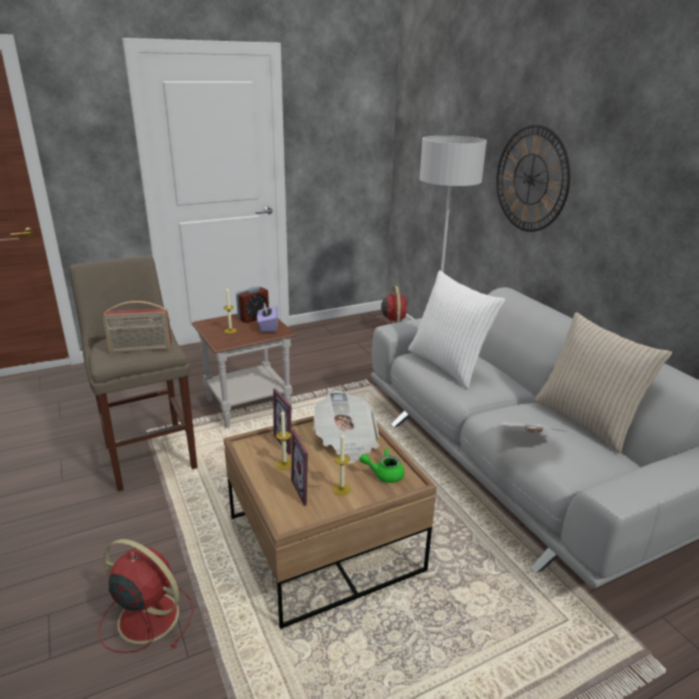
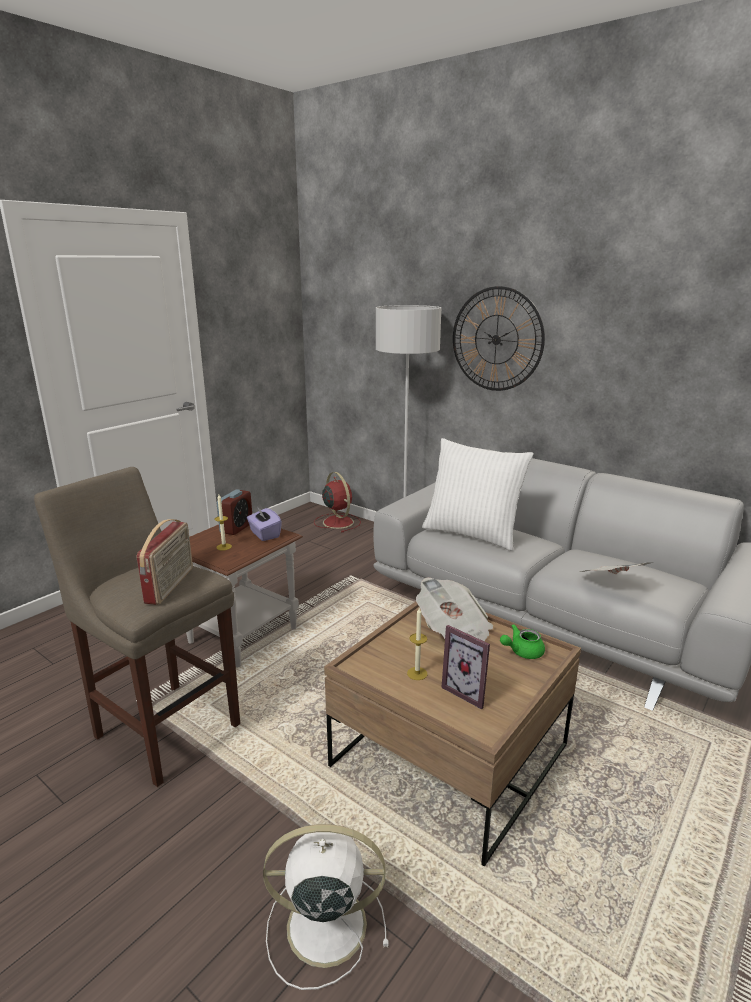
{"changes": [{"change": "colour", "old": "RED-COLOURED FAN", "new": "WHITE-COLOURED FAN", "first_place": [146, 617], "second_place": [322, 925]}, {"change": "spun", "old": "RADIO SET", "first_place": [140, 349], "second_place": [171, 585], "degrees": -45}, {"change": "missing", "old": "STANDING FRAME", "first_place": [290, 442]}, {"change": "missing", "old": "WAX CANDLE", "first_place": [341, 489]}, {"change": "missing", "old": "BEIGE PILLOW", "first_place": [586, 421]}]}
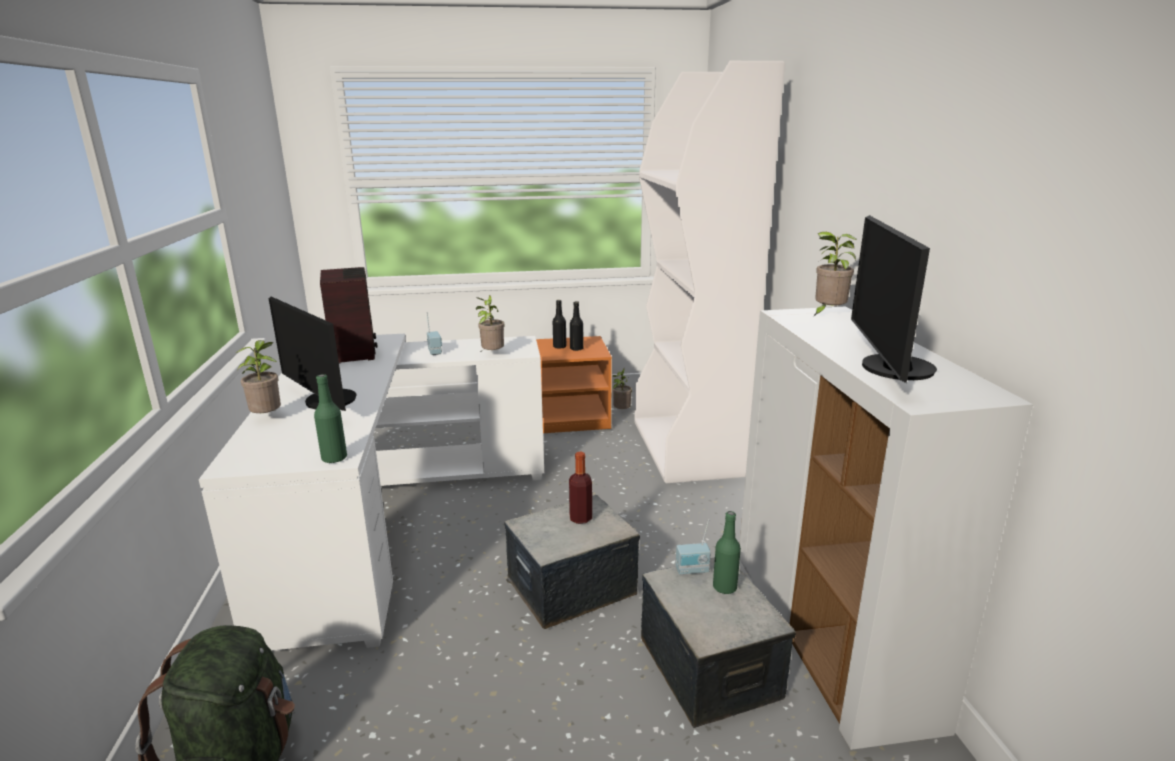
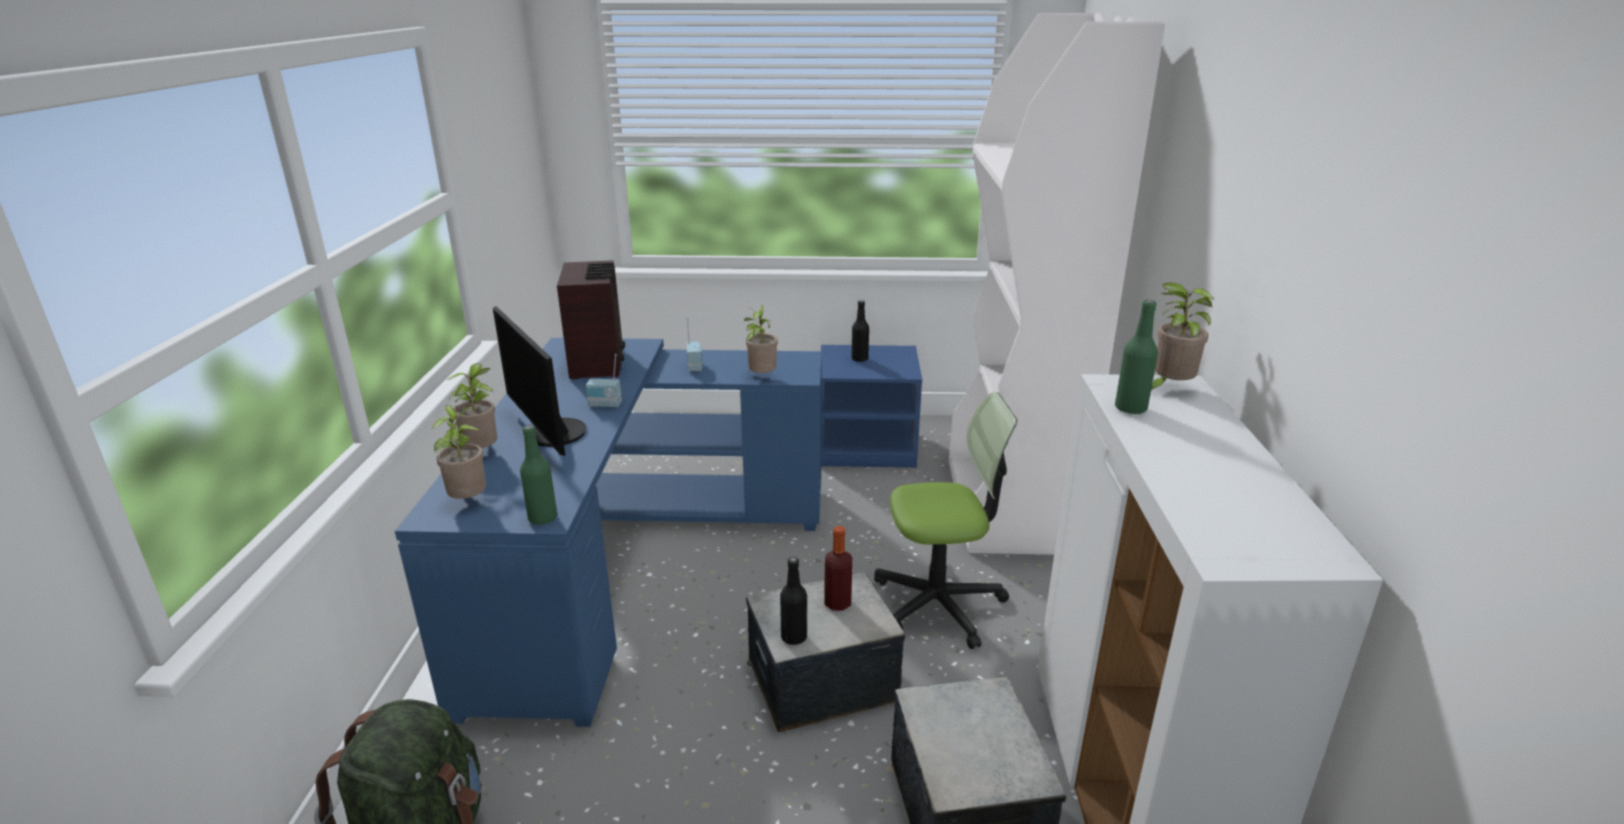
{"changes": [{"change": "colour", "old": "WHITE-COLOURED DESK TABLE", "new": "BLUE DESK TABLE", "first_place": [389, 516], "second_place": [629, 561]}, {"change": "colour", "old": "ORANGEY NIGHT TABLE", "new": "BLUE NIGHT TABLE", "first_place": [569, 418], "second_place": [867, 447]}, {"change": "relocated", "old": "BLACK BOTTLE", "first_place": [576, 349], "second_place": [794, 637]}, {"change": "relocated", "old": "PLANT IN A POT", "first_place": [621, 412], "second_place": [469, 501]}, {"change": "relocated", "old": "RADIO SET", "first_place": [692, 570], "second_place": [605, 405]}, {"change": "relocated", "old": "GREEN-COLOURED BOTTLE", "first_place": [724, 587], "second_place": [1130, 408]}, {"change": "missing", "old": "COMPUTER SCREEN", "first_place": [889, 368]}, {"change": "appeared", "new": "DESK CHAIR", "second_place": [939, 603]}]}
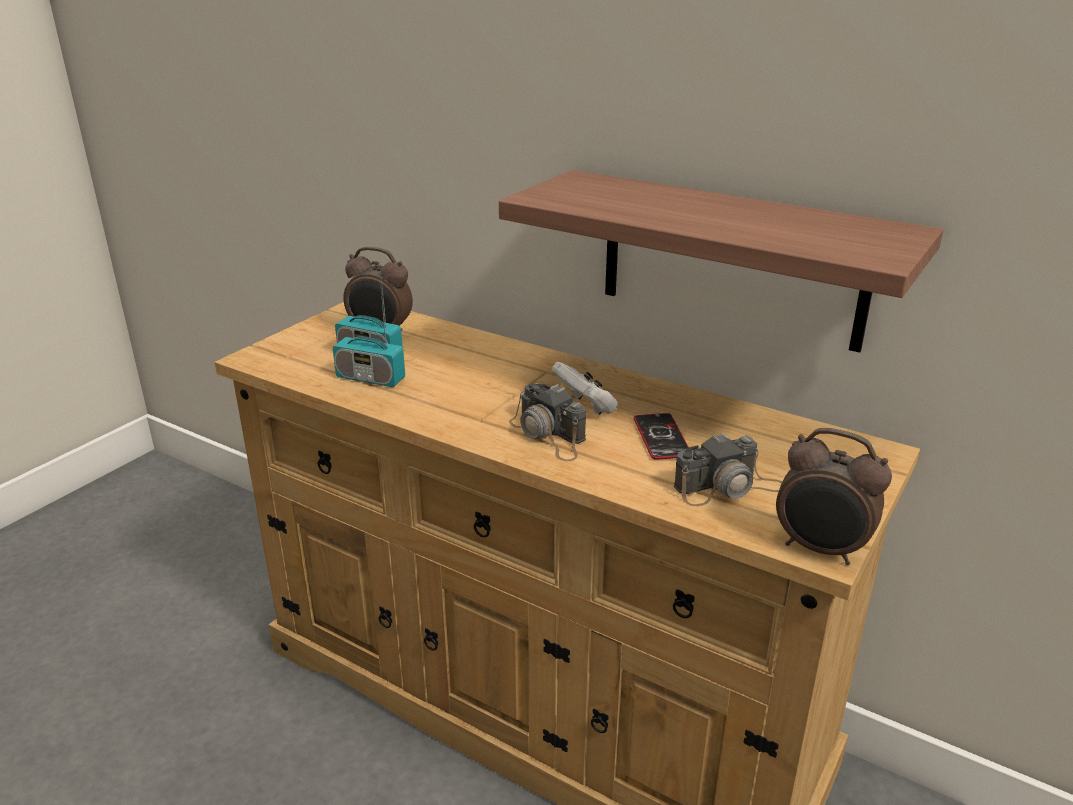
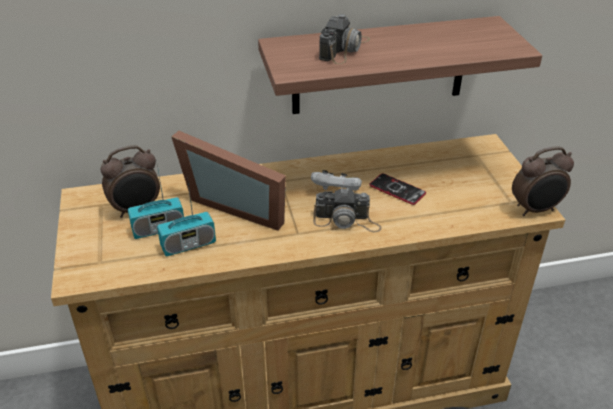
{"changes": [{"change": "relocated", "old": "PHOTO CAMERA", "first_place": [729, 487], "second_place": [344, 48]}, {"change": "appeared", "new": "STANDING FRAME", "second_place": [237, 204]}]}
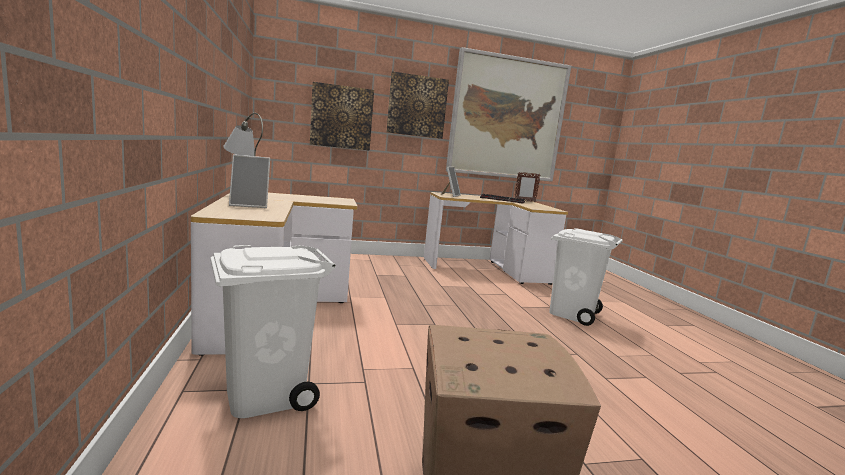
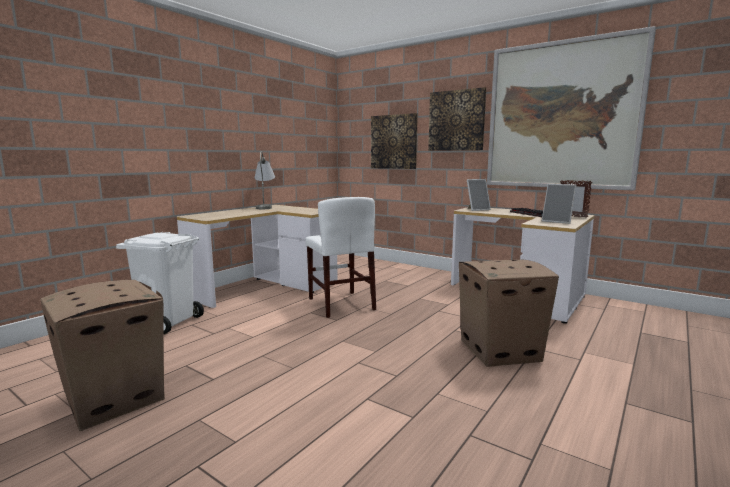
{"changes": [{"change": "relocated", "old": "STANDING FRAME", "first_place": [250, 205], "second_place": [557, 221]}, {"change": "exchanged", "old": "WHITE-COLOURED WASTE BIN", "new": "PACKING BOX", "first_place": [571, 313], "second_place": [501, 350]}, {"change": "appeared", "new": "WHITE-COLOURED CHAIR", "second_place": [341, 304]}]}
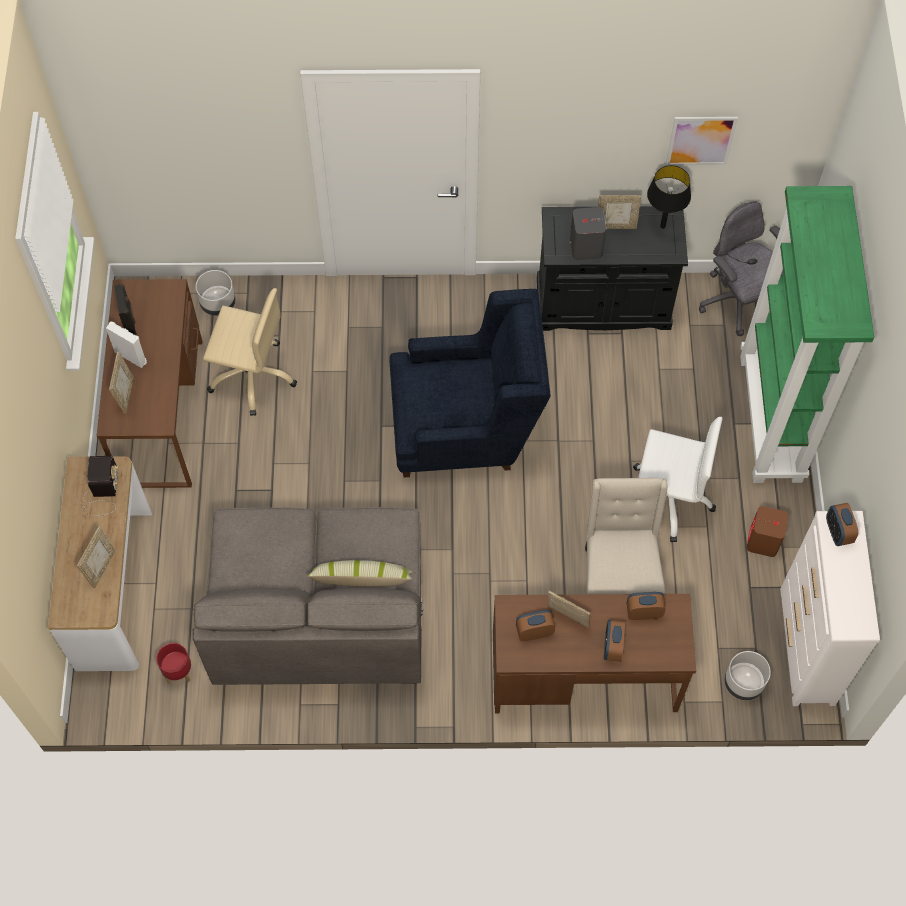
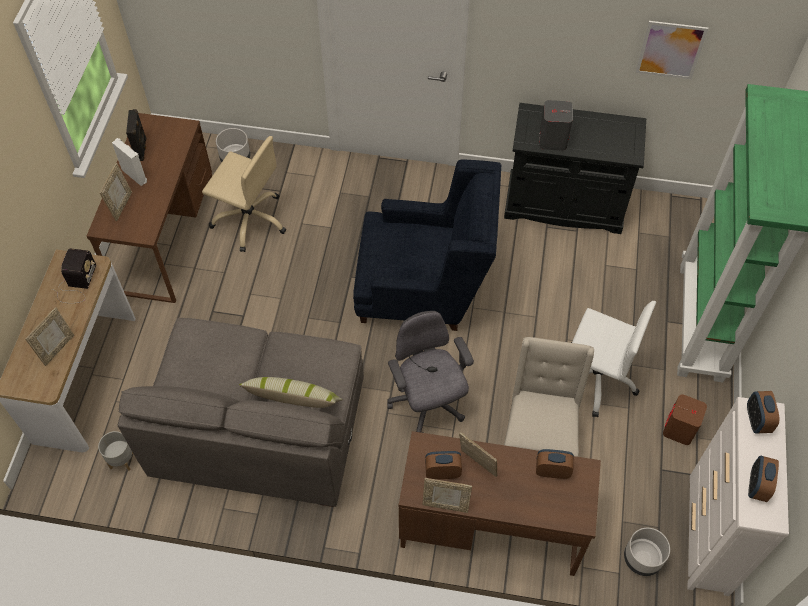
{"changes": [{"change": "colour", "old": "RED-COLOURED PLANTER", "new": "GREY PLANTER", "first_place": [178, 672], "second_place": [121, 460]}, {"change": "relocated", "old": "STANDING FRAME", "first_place": [616, 226], "second_place": [445, 505]}, {"change": "relocated", "old": "ALARM CLOCK", "first_place": [612, 647], "second_place": [757, 486]}, {"change": "missing", "old": "BLACK LAMP FOR A TABLE", "first_place": [662, 226]}, {"change": "relocated", "old": "GREY DESK CHAIR", "first_place": [737, 302], "second_place": [427, 404]}]}
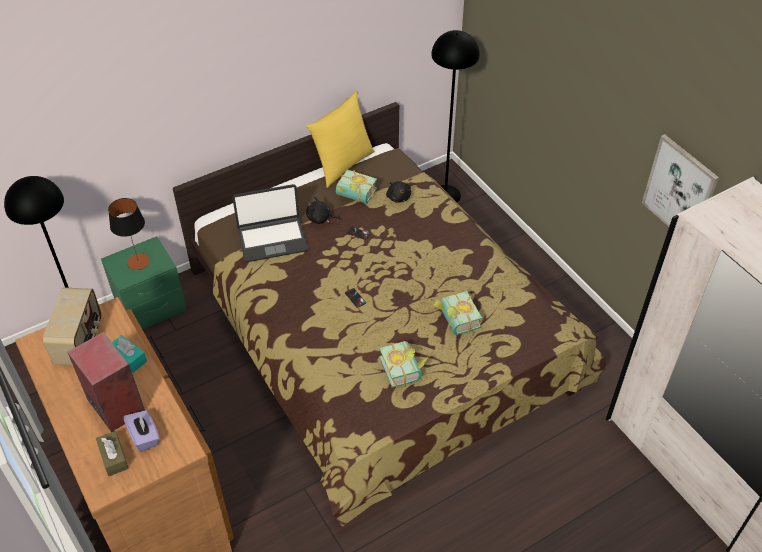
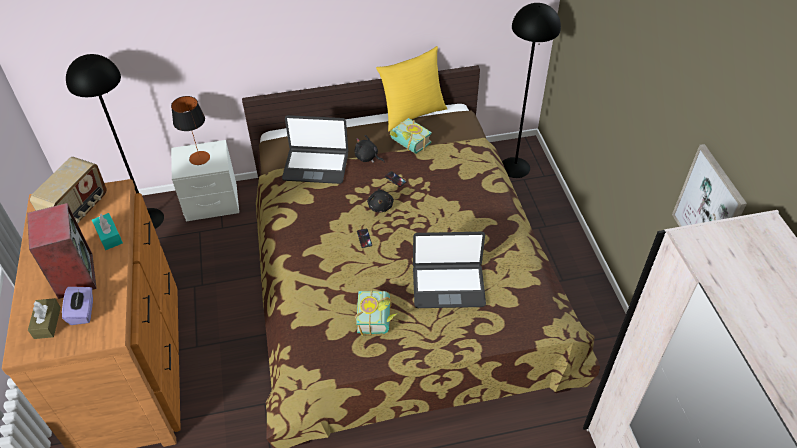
{"changes": [{"change": "colour", "old": "GREEN-COLOURED NIGHT TABLE", "new": "WHITE-COLOURED NIGHT TABLE", "first_place": [151, 307], "second_place": [212, 203]}, {"change": "relocated", "old": "BLACK CUDDLY TOY", "first_place": [398, 197], "second_place": [380, 206]}, {"change": "exchanged", "old": "BOUND BOOK", "new": "NOTEBOOK COMPUTER", "first_place": [455, 321], "second_place": [448, 285]}]}
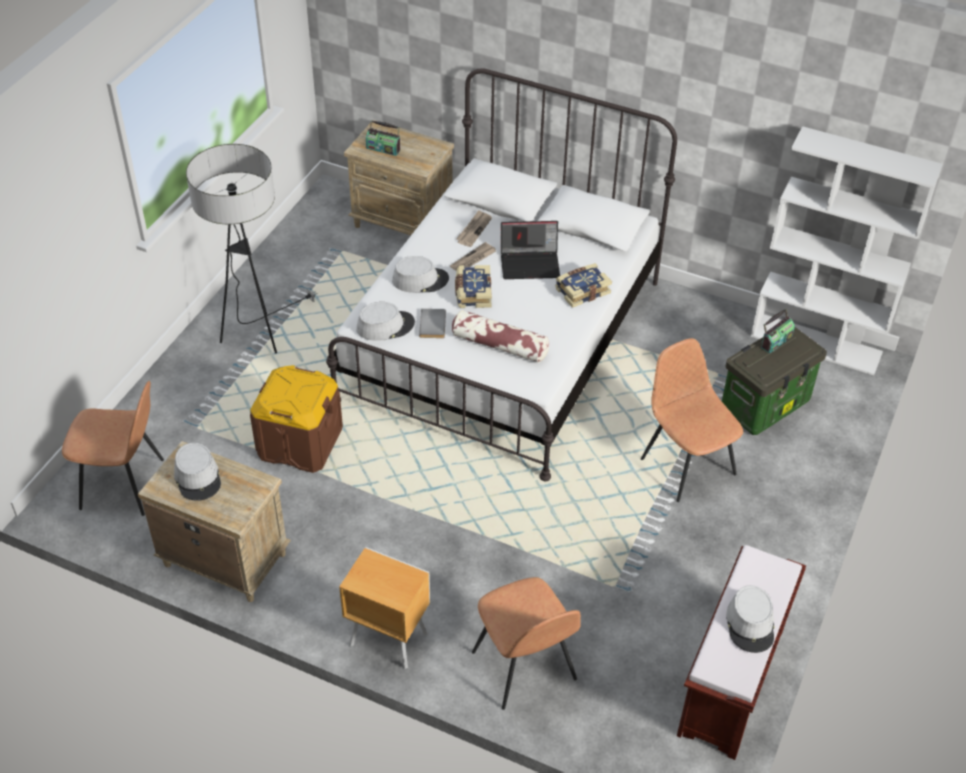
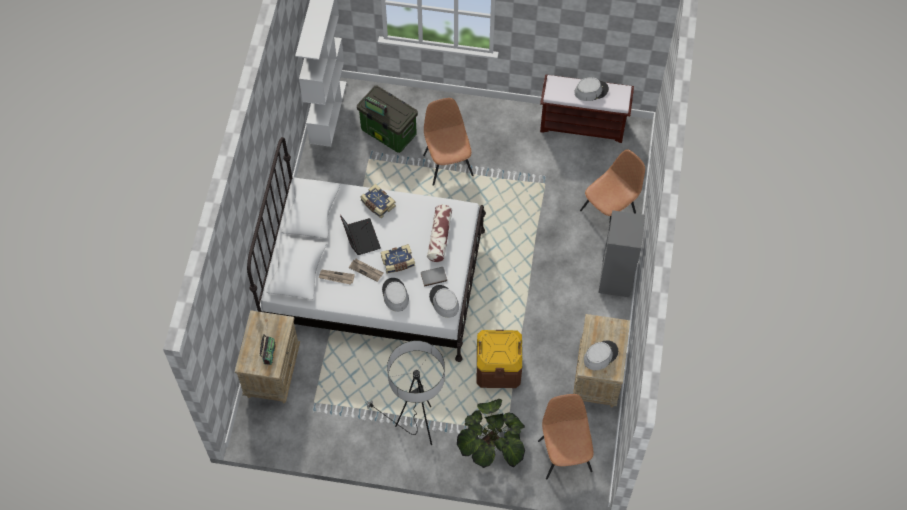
{"changes": [{"change": "exchanged", "old": "BROWN NIGHT TABLE", "new": "GREY SHELVING UNIT", "first_place": [387, 638], "second_place": [616, 279]}, {"change": "spun", "old": "BROWN CHAIR", "first_place": [686, 465], "second_place": [448, 164], "degrees": 120}, {"change": "appeared", "new": "PLANT IN A POT", "second_place": [491, 443]}]}
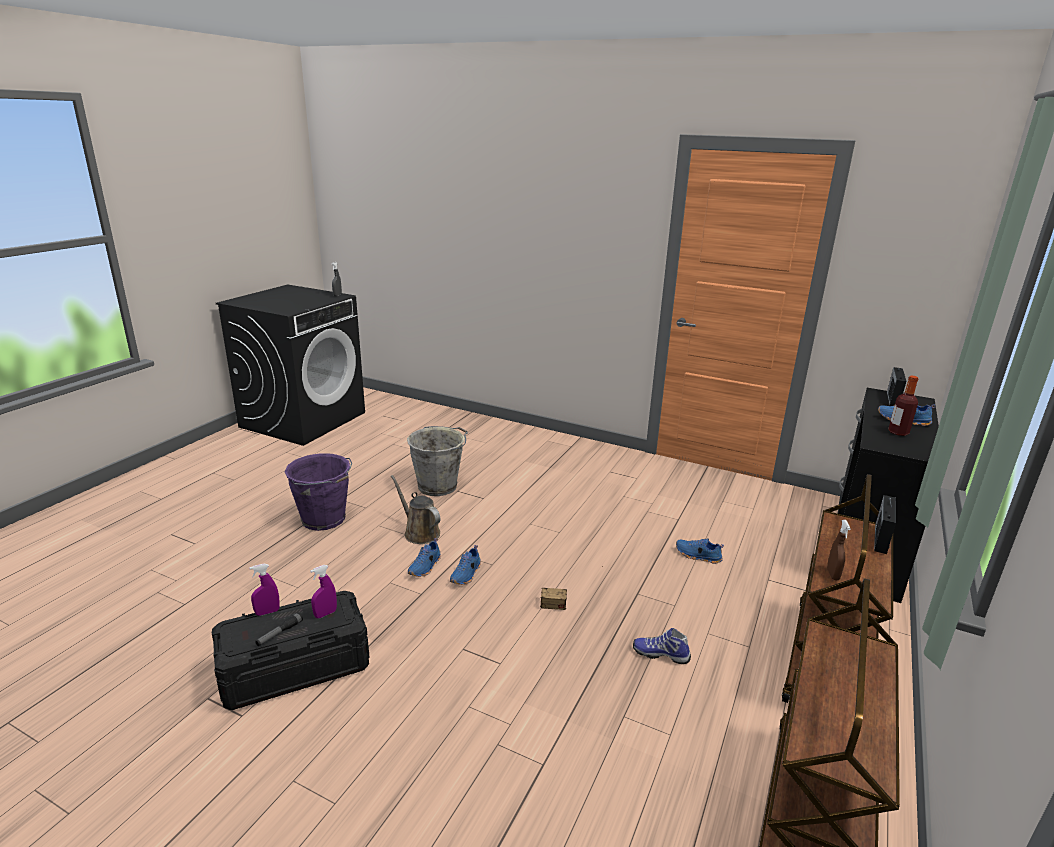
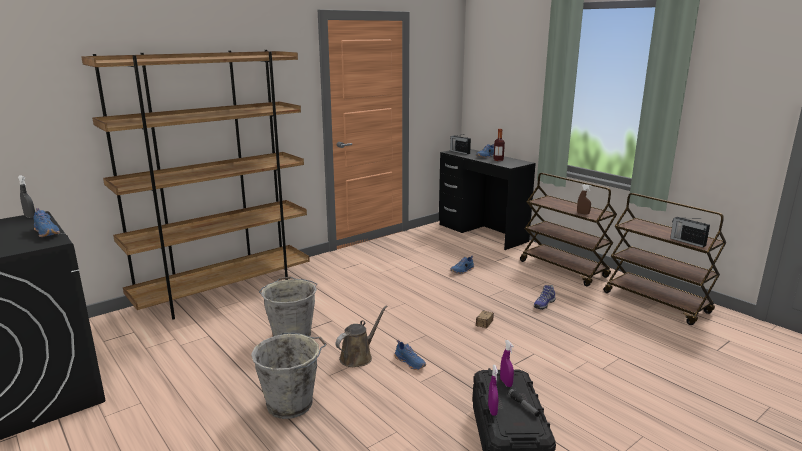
{"changes": [{"change": "colour", "old": "PURPLE-COLOURED BUCKET", "new": "GREY BUCKET", "first_place": [325, 520], "second_place": [292, 404]}, {"change": "spun", "old": "BROWN WATERING CAN", "first_place": [419, 532], "second_place": [358, 357], "degrees": 150}, {"change": "relocated", "old": "BLUE LOW SHOE", "first_place": [466, 575], "second_place": [47, 232]}, {"change": "relocated", "old": "RADIO SET", "first_place": [881, 538], "second_place": [687, 242]}, {"change": "appeared", "new": "BROWN SHELVING UNIT", "second_place": [224, 292]}]}
